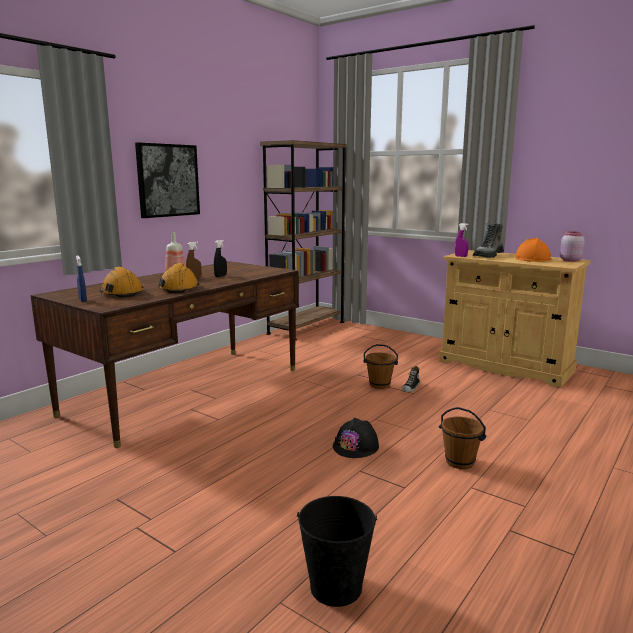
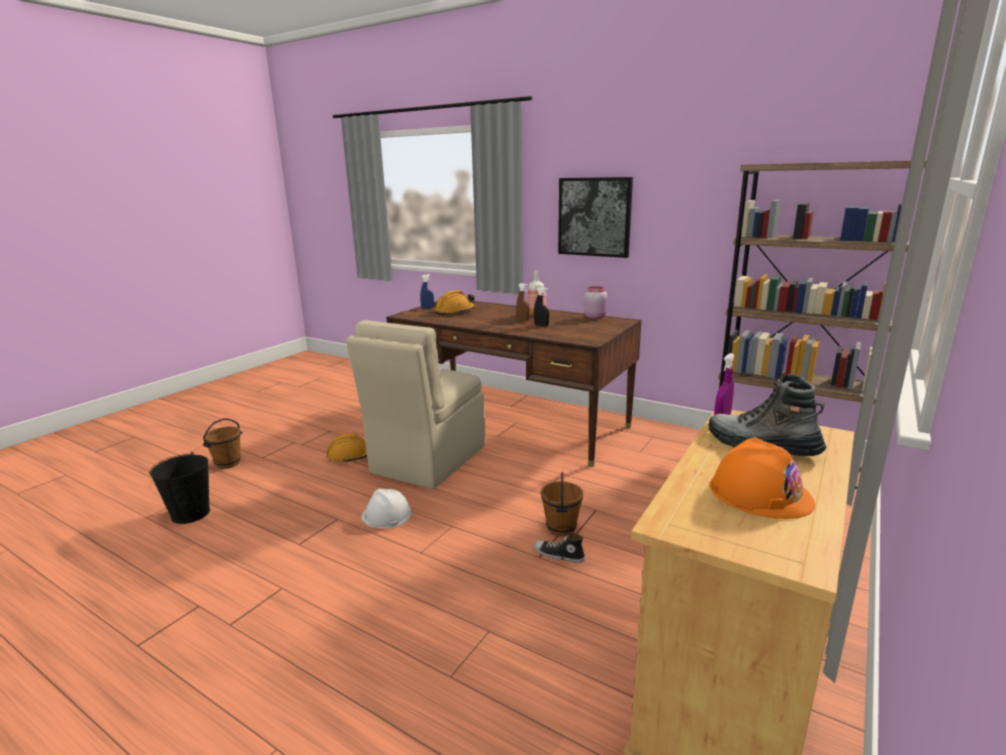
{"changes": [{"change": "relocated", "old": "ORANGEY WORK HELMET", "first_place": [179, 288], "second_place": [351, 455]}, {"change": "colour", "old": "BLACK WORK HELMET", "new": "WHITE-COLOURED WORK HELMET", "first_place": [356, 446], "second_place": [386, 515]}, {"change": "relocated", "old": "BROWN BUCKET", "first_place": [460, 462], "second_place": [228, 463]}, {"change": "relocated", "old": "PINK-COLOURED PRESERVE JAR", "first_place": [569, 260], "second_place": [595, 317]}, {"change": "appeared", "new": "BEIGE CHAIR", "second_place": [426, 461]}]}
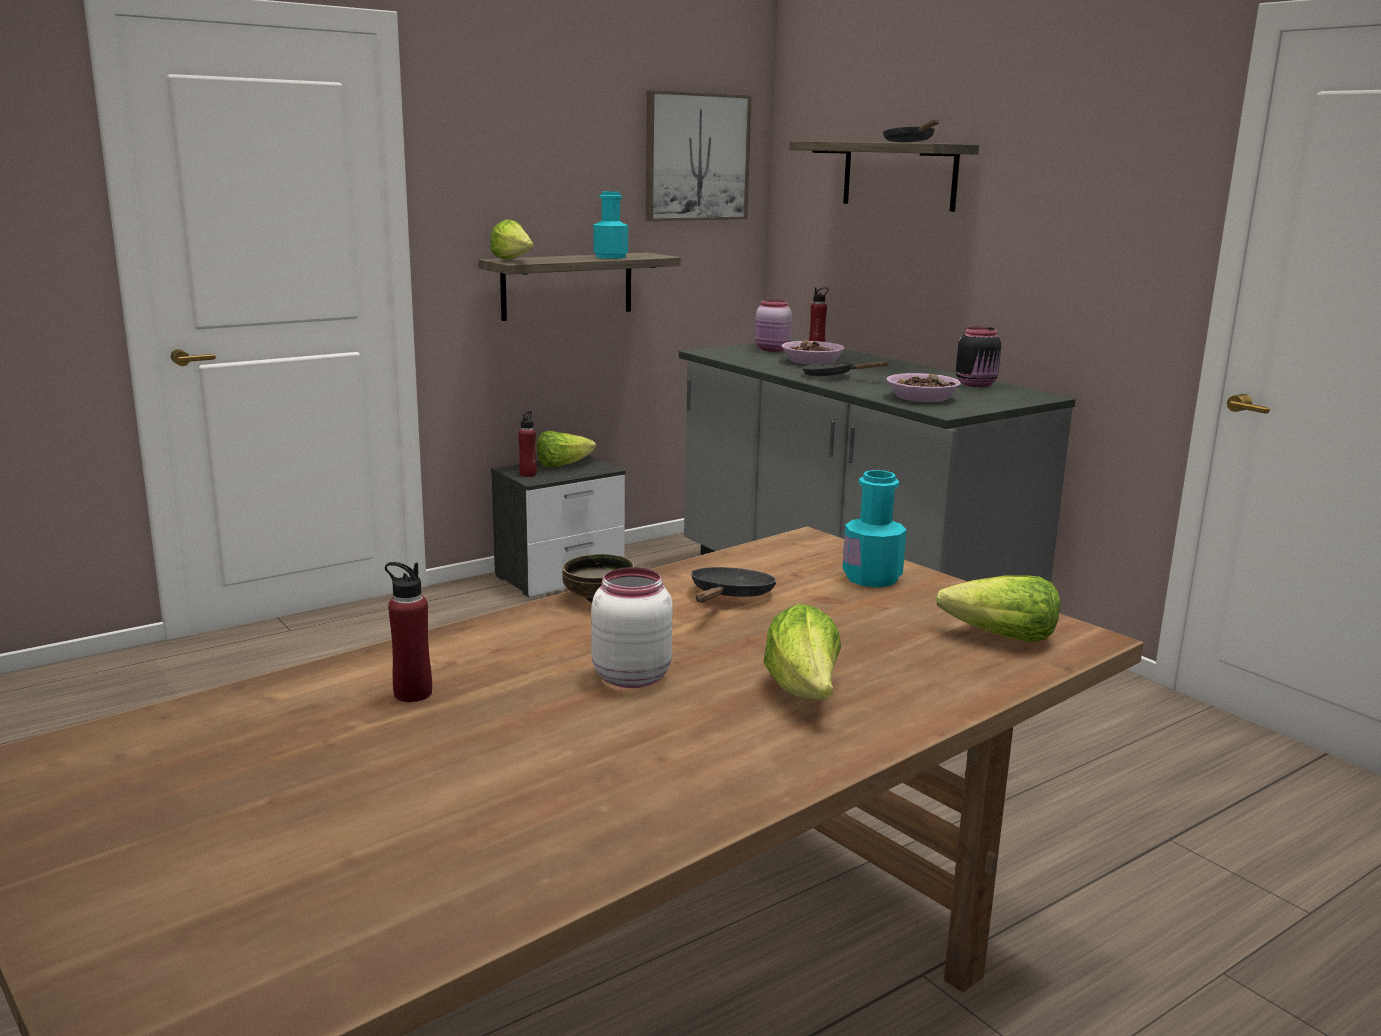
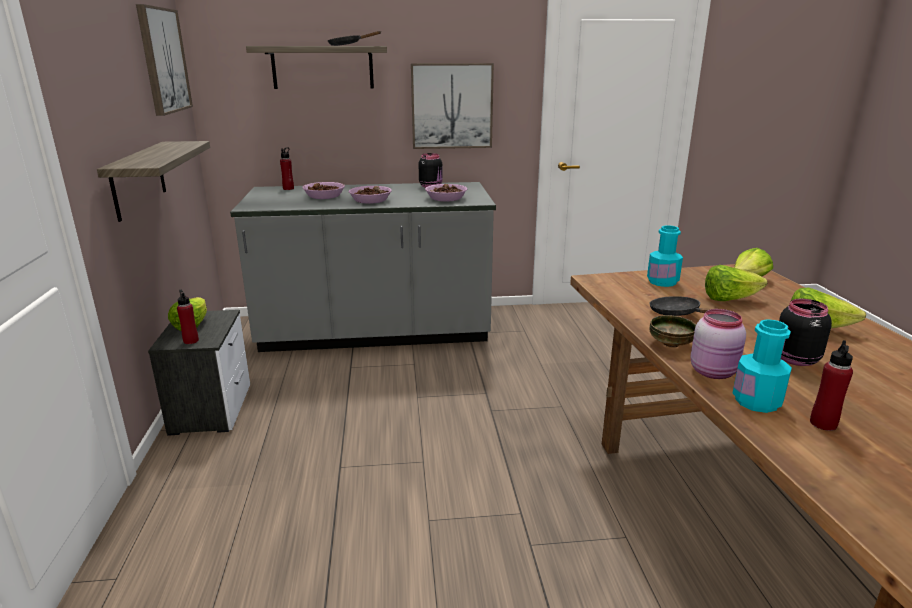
{"changes": [{"change": "relocated", "old": "LETTUCE", "first_place": [514, 261], "second_place": [729, 299]}, {"change": "colour", "old": "WHITE-COLOURED PRESERVE JAR", "new": "BLACK PRESERVE JAR", "first_place": [629, 676], "second_place": [794, 359]}, {"change": "relocated", "old": "BLUE-GREEN BOTTLE", "first_place": [610, 257], "second_place": [756, 401]}, {"change": "relocated", "old": "PINK-COLOURED PRESERVE JAR", "first_place": [772, 350], "second_place": [714, 372]}, {"change": "exchanged", "old": "BLACK FRYING PAN", "new": "DEEP DISH", "first_place": [833, 376], "second_place": [370, 200]}, {"change": "appeared", "new": "WALL PICTURE", "second_place": [452, 106]}]}
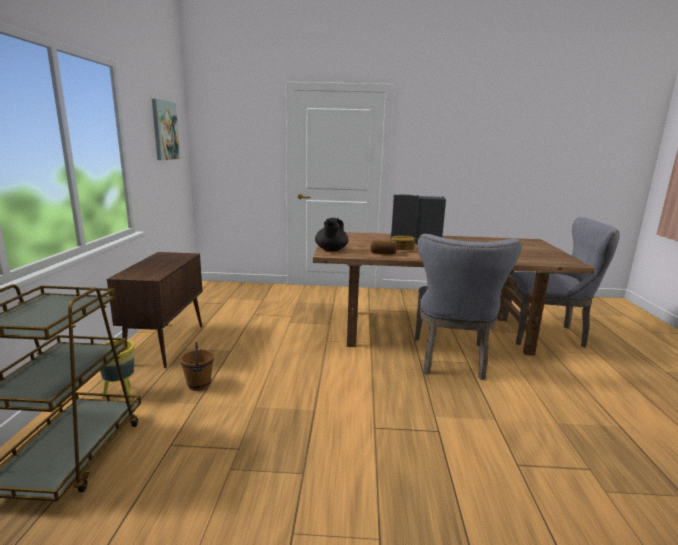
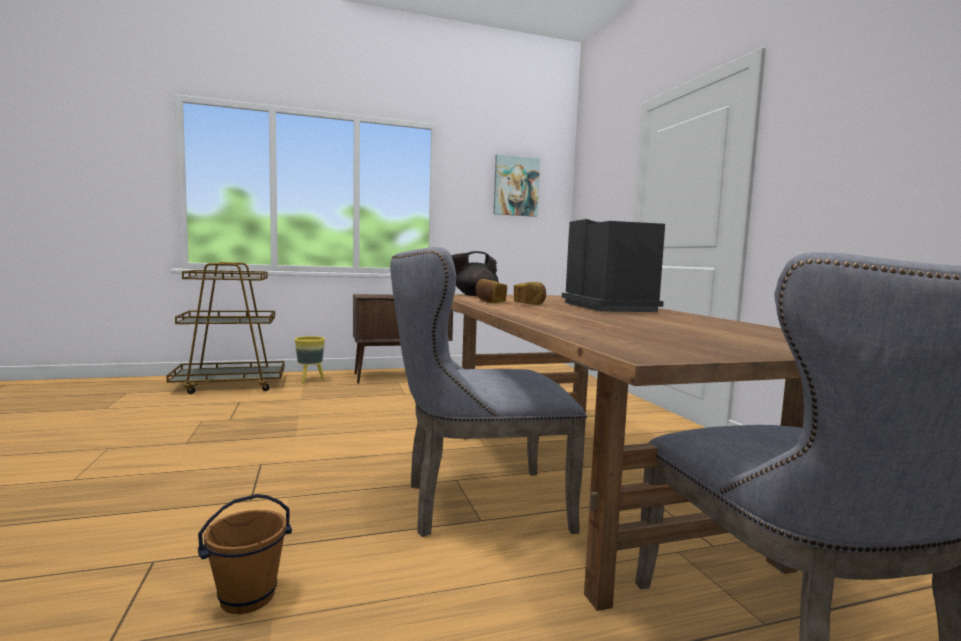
{"changes": [{"change": "relocated", "old": "BROWN BUCKET", "first_place": [198, 385], "second_place": [247, 597]}]}
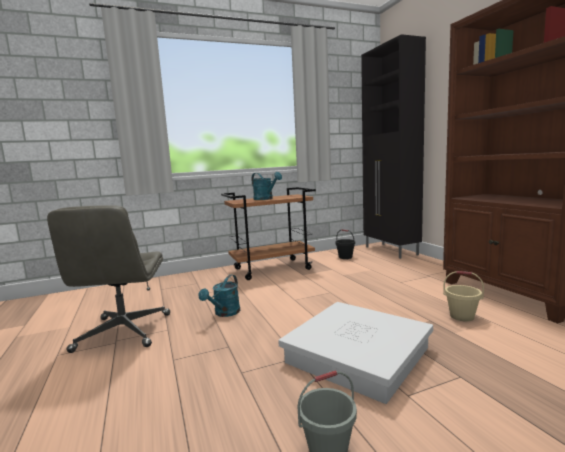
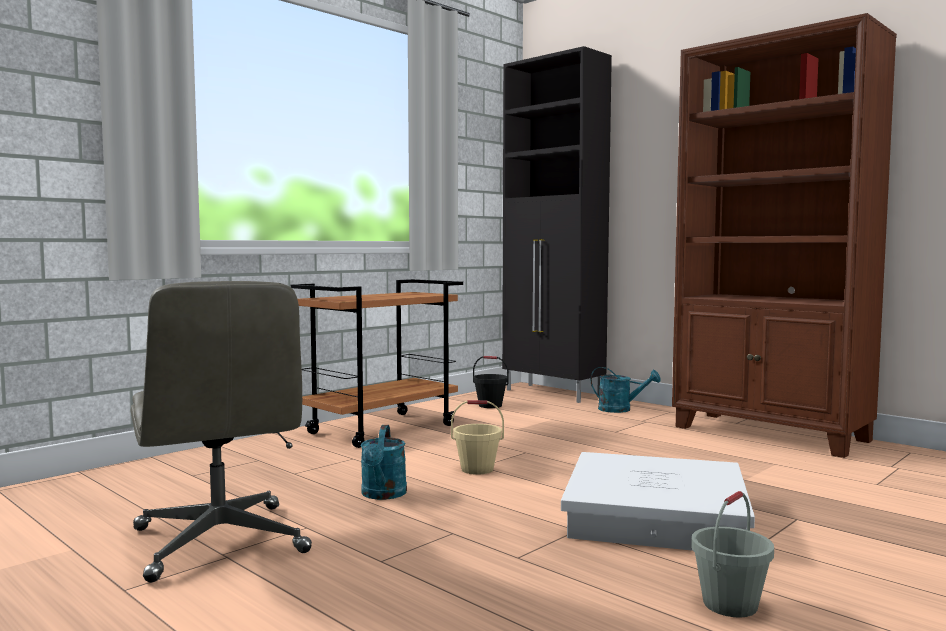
{"changes": [{"change": "relocated", "old": "BLUE-GREEN WATERING CAN", "first_place": [265, 199], "second_place": [621, 409]}, {"change": "relocated", "old": "BEIGE BUCKET", "first_place": [462, 316], "second_place": [477, 469]}]}
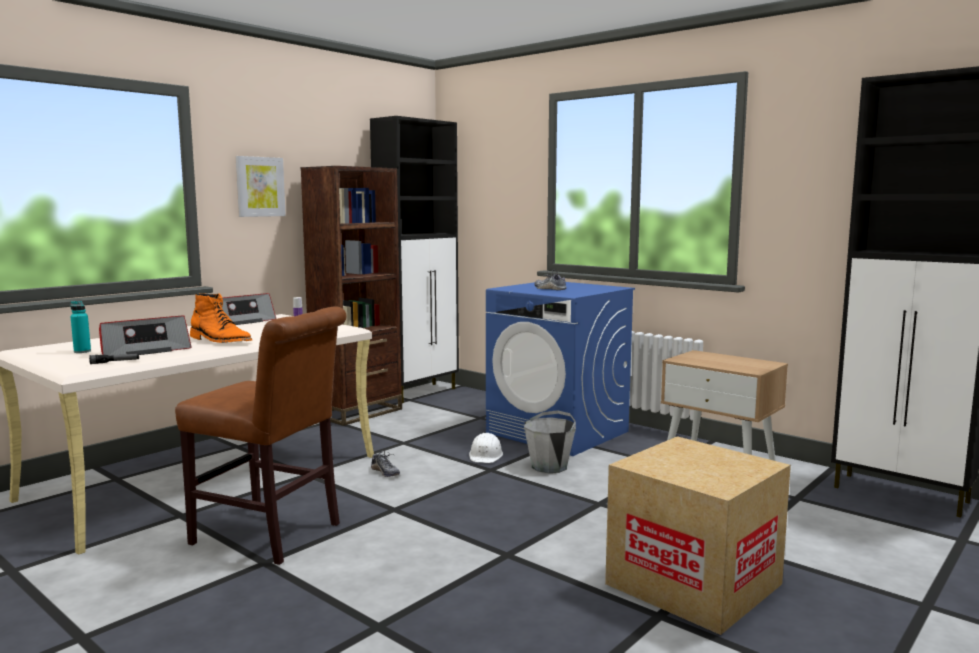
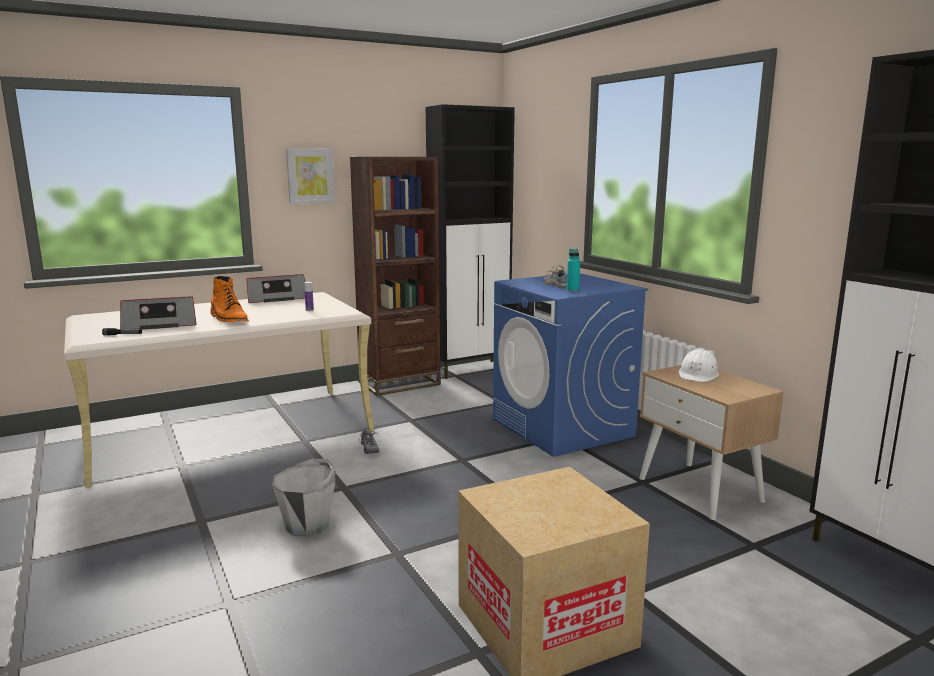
{"changes": [{"change": "relocated", "old": "BLUE-GREEN BOTTLE", "first_place": [82, 351], "second_place": [572, 290]}, {"change": "missing", "old": "BROWN CHAIR", "first_place": [272, 536]}, {"change": "relocated", "old": "WHITE-COLOURED WORK HELMET", "first_place": [486, 455], "second_place": [698, 374]}, {"change": "relocated", "old": "GREY BUCKET", "first_place": [549, 466], "second_place": [308, 524]}]}
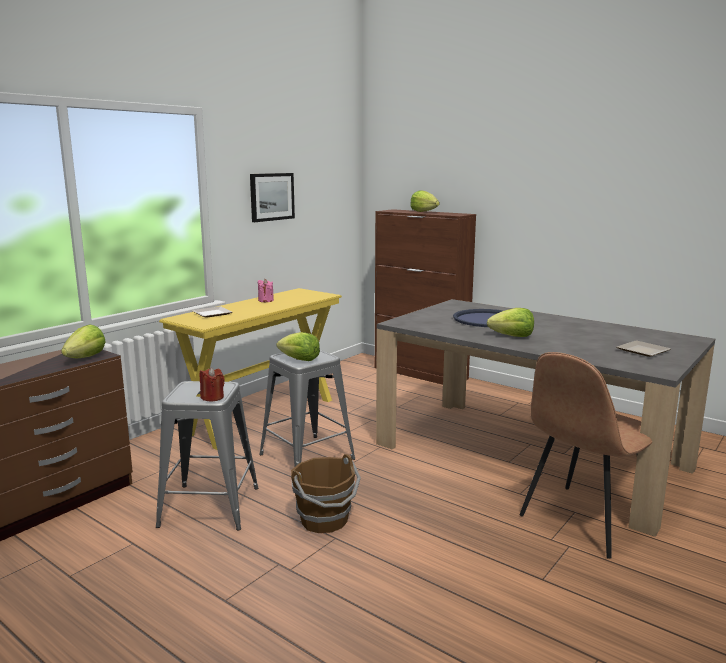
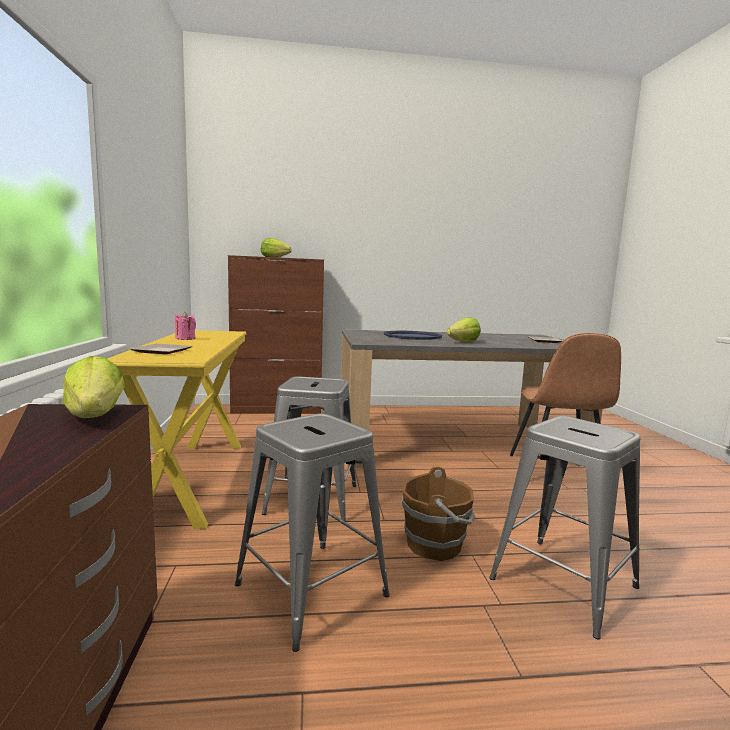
{"changes": [{"change": "missing", "old": "RED-COLOURED WAX CANDLE", "first_place": [212, 397]}, {"change": "missing", "old": "WALL PICTURE", "first_place": [271, 196]}, {"change": "missing", "old": "LETTUCE", "first_place": [299, 359]}, {"change": "appeared", "new": "GREY SITTING STOOL", "second_place": [563, 583]}]}
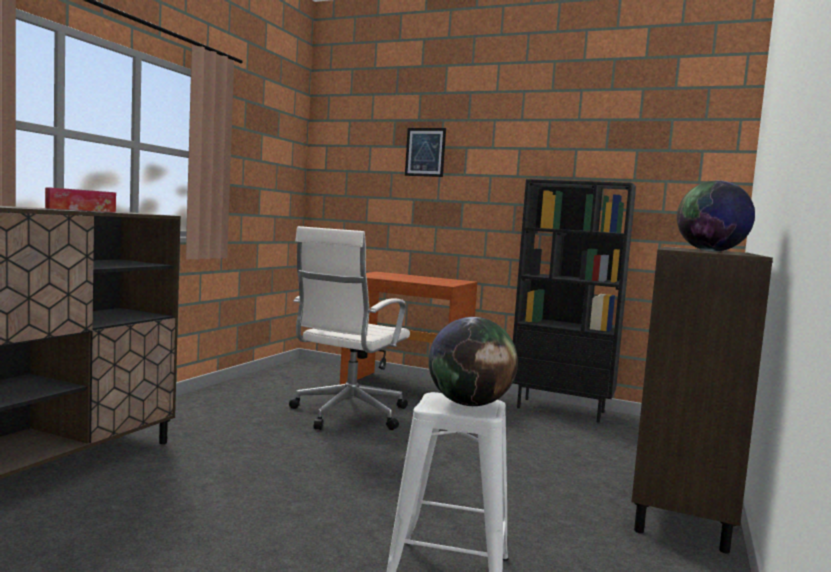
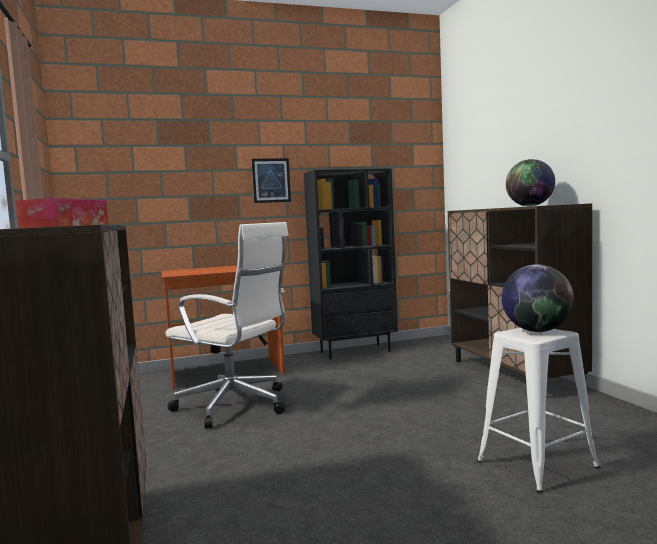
{"changes": [{"change": "spun", "old": "WHITE-COLOURED DESK CHAIR", "first_place": [347, 414], "second_place": [235, 406], "degrees": -45}, {"change": "relocated", "old": "WALL PICTURE", "first_place": [425, 152], "second_place": [271, 180]}]}
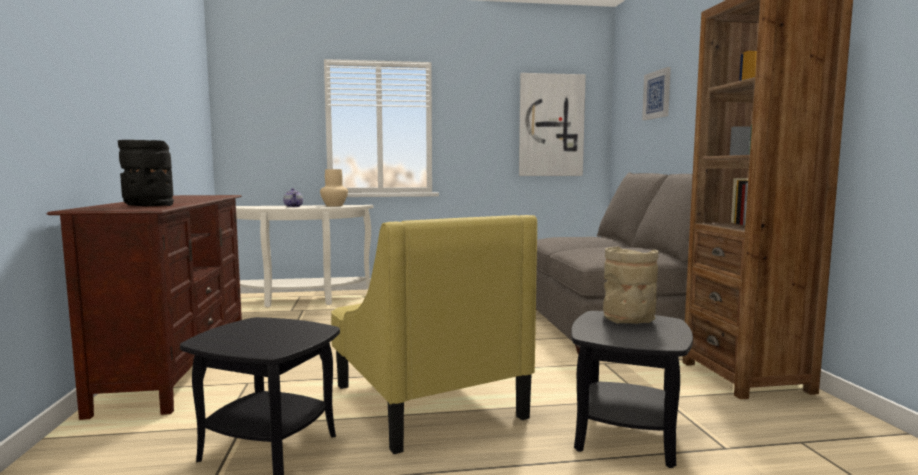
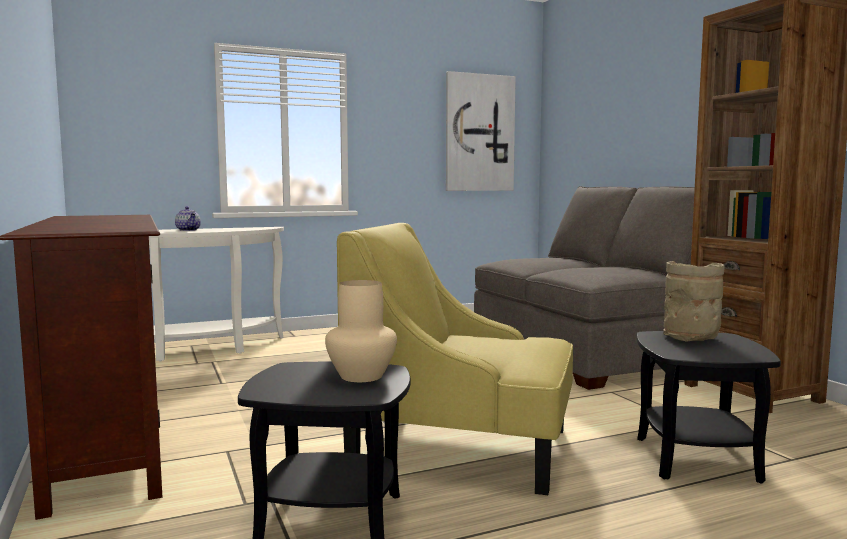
{"changes": [{"change": "missing", "old": "BLACK DECORATIVE VASE", "first_place": [148, 205]}, {"change": "relocated", "old": "BEIGE DECORATIVE VASE", "first_place": [334, 205], "second_place": [361, 376]}, {"change": "spun", "old": "YELLOWISH LOUNGE CHAIR", "first_place": [426, 400], "second_place": [463, 447], "degrees": 150}, {"change": "missing", "old": "WALL PICTURE", "first_place": [657, 94]}]}
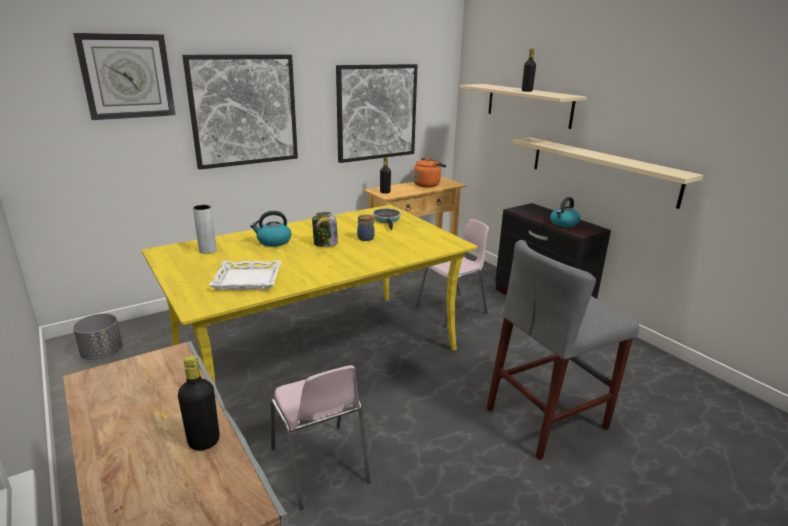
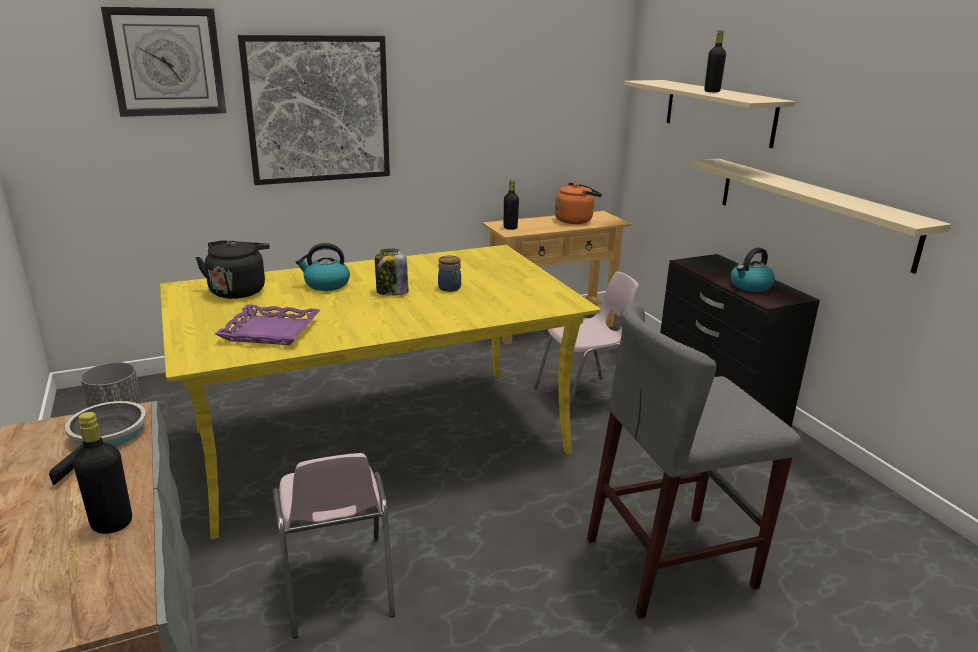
{"changes": [{"change": "exchanged", "old": "GREY DECORATIVE VASE", "new": "BLACK WATER KETTLE", "first_place": [207, 250], "second_place": [238, 290]}, {"change": "colour", "old": "WHITE-COLOURED CARRYING TRAY", "new": "PURPLE-COLOURED CARRYING TRAY", "first_place": [247, 280], "second_place": [270, 331]}, {"change": "missing", "old": "WALL PICTURE", "first_place": [376, 112]}, {"change": "relocated", "old": "FRYING PAN", "first_place": [387, 220], "second_place": [106, 437]}]}
